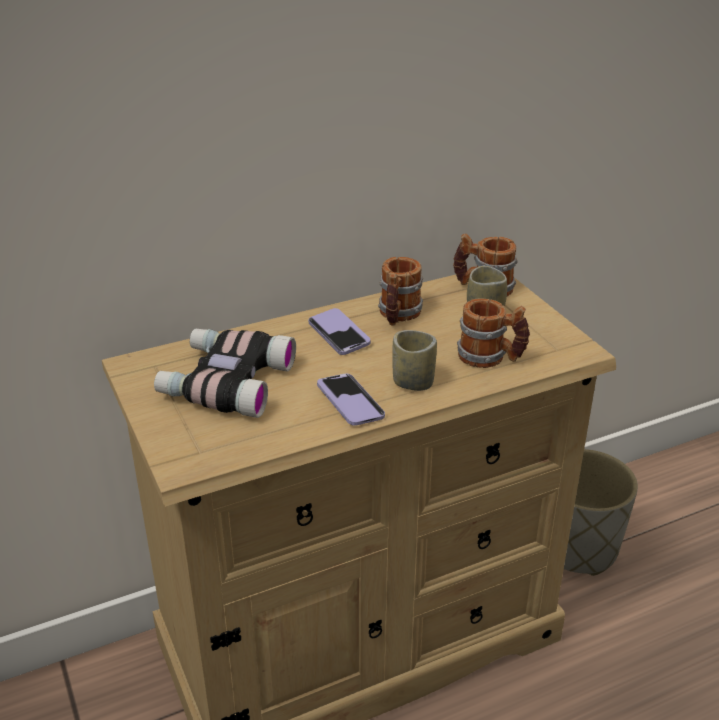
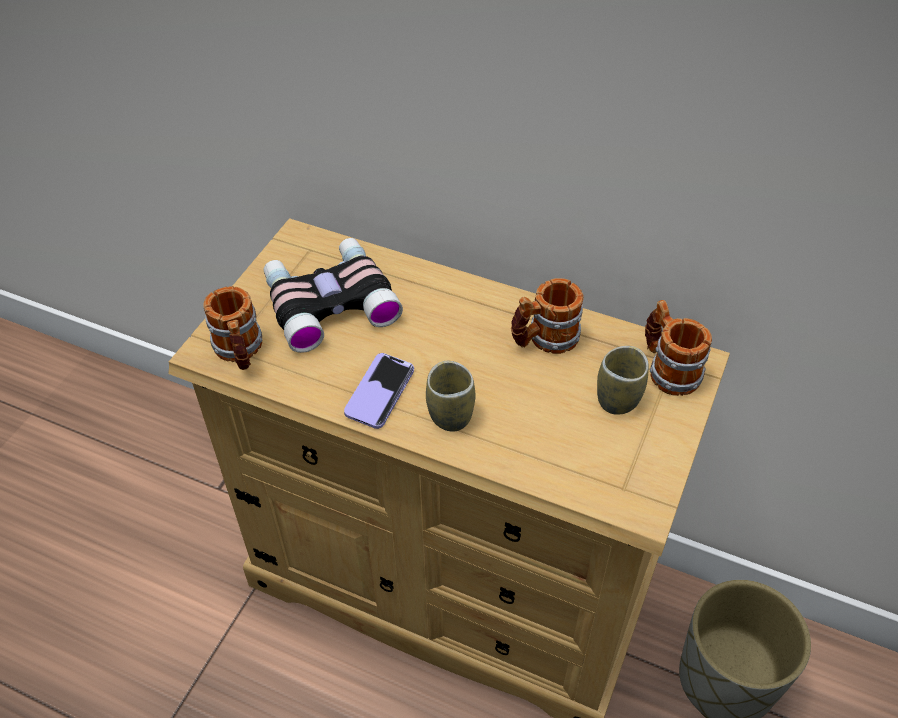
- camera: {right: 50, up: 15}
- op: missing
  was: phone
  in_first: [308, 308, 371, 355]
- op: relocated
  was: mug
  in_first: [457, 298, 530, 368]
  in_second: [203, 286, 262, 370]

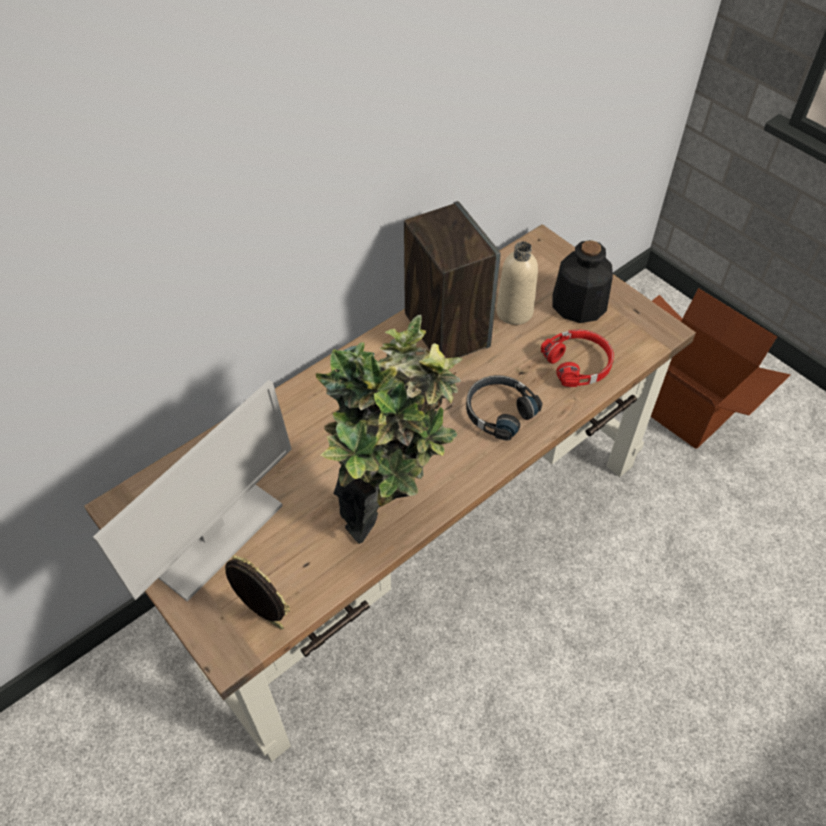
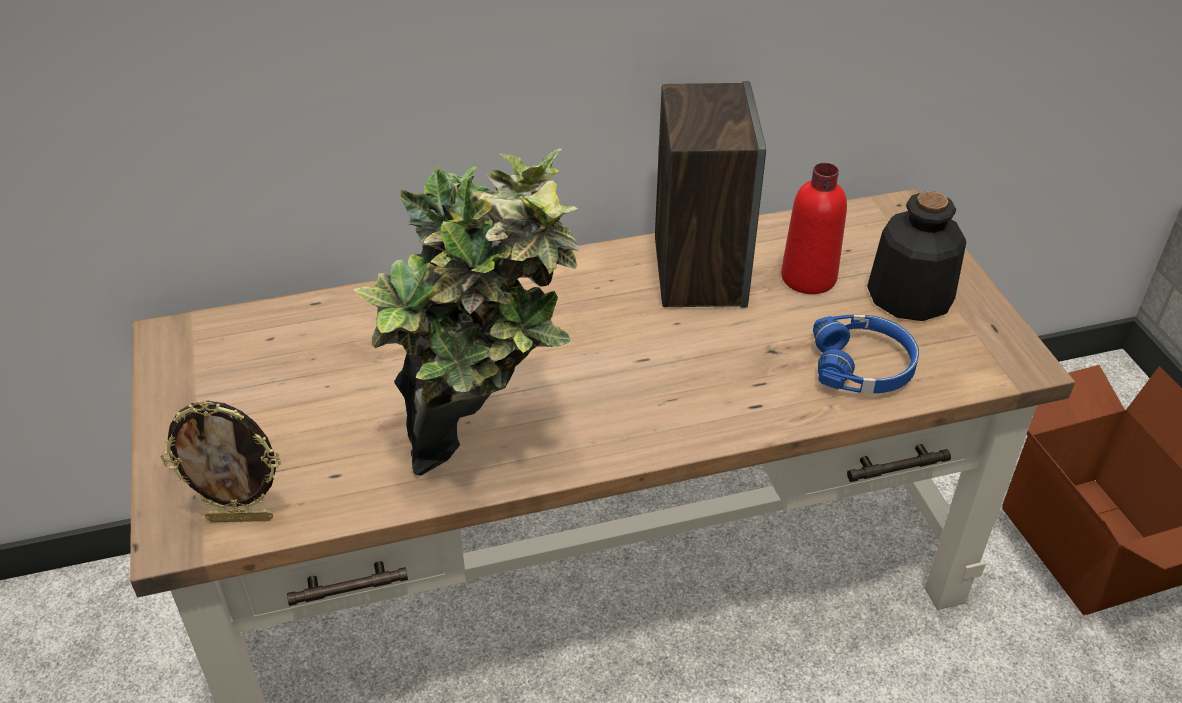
- camera: {right: 25, up: -10}
- op: missing
  was: monitor
  in_first: [93, 380, 292, 601]
- op: spun
  was: picture frame
  in_first: [225, 555, 290, 630]
  in_second: [161, 400, 281, 522]
  clockwise: 120
- op: missing
  was: black headphones
  in_first: [466, 375, 542, 441]
- op: colour
  was: beige bottle
  now: red bottle
  in_first: [496, 241, 538, 325]
  in_second: [781, 163, 847, 294]
- op: colour
  was: red headphones
  now: blue headphones
  in_first: [541, 329, 614, 387]
  in_second: [813, 315, 919, 393]

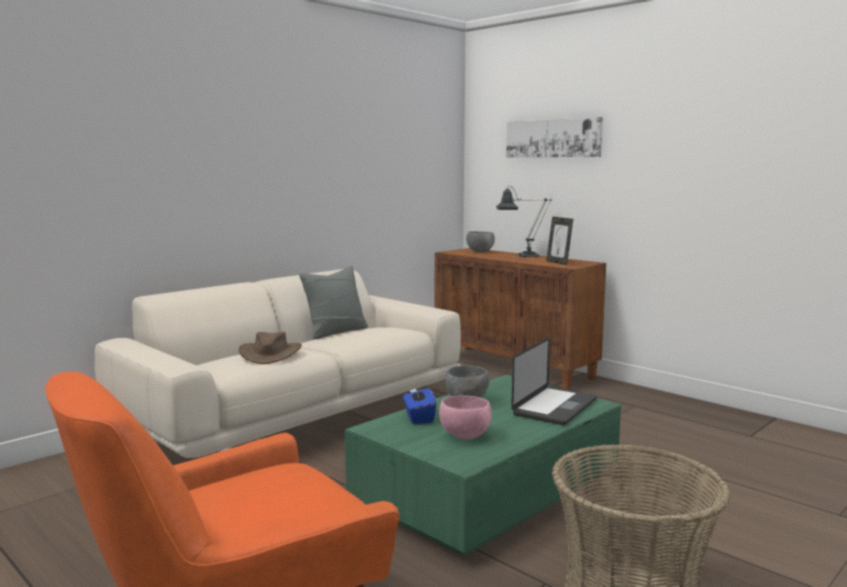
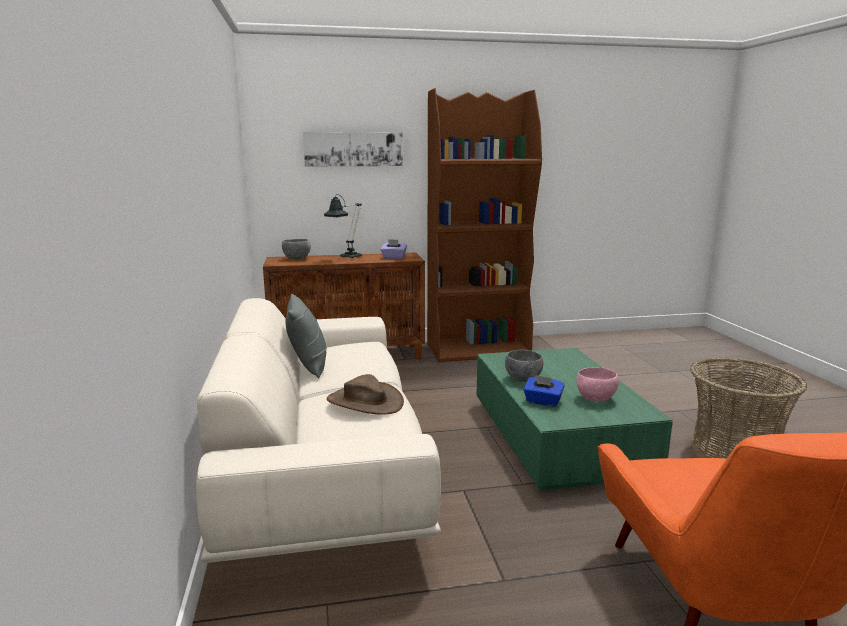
- camera: {right: -55, up: 5}
- op: missing
  was: laptop
  in_first: [511, 337, 597, 425]
- op: exchanged
  was: picture frame
  now: purple tissue box
  in_first: [546, 217, 573, 265]
  in_second: [381, 239, 407, 259]
- op: appeared
  now: brown bookcase
  in_second: [427, 88, 542, 362]

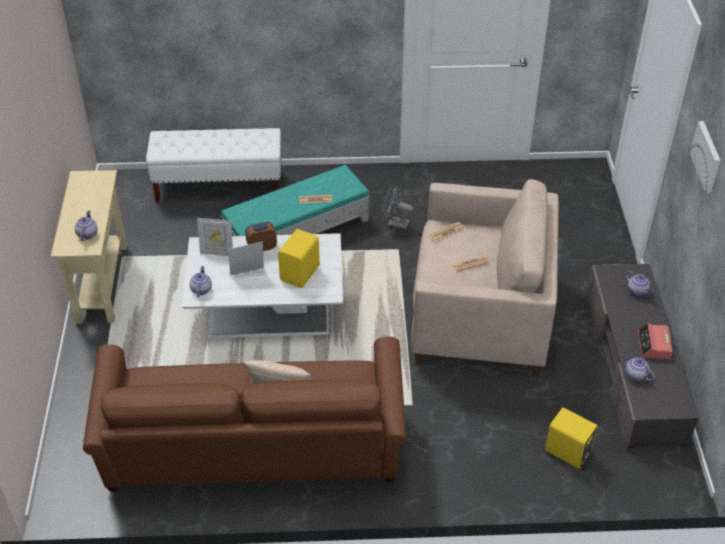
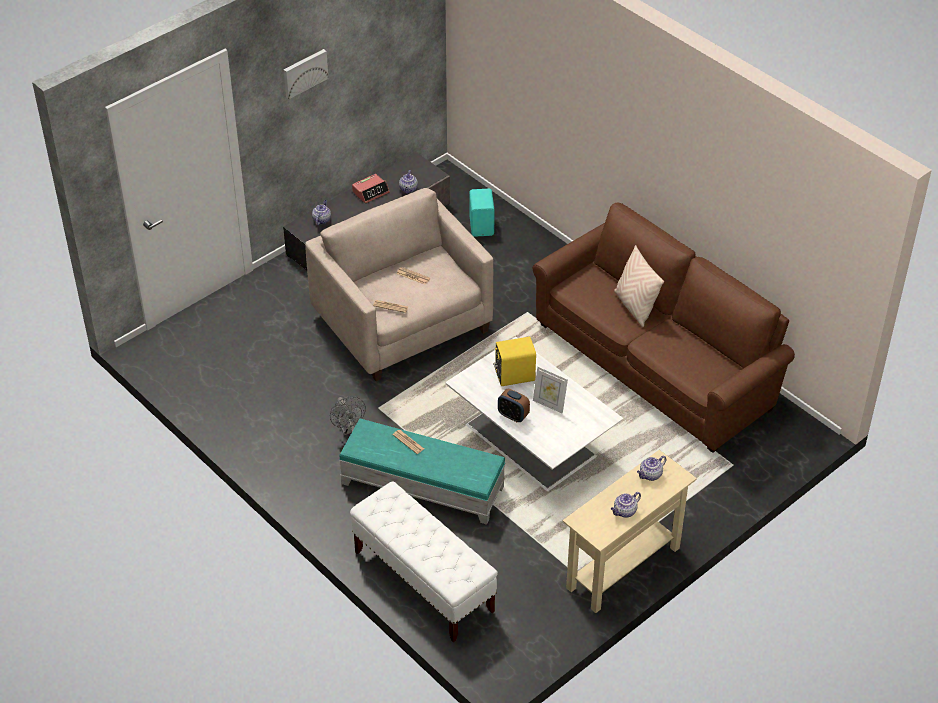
- camera: {right: -130, up: 0}
- op: relocated
  was: teapot
  in_first: [189, 266, 212, 298]
  in_second: [611, 492, 641, 518]
- op: missing
  was: picture frame
  in_first: [197, 218, 233, 256]
- op: colour
  was: yellow speaker
  now: turquoise speaker
  in_first: [545, 407, 598, 469]
  in_second: [469, 189, 495, 237]

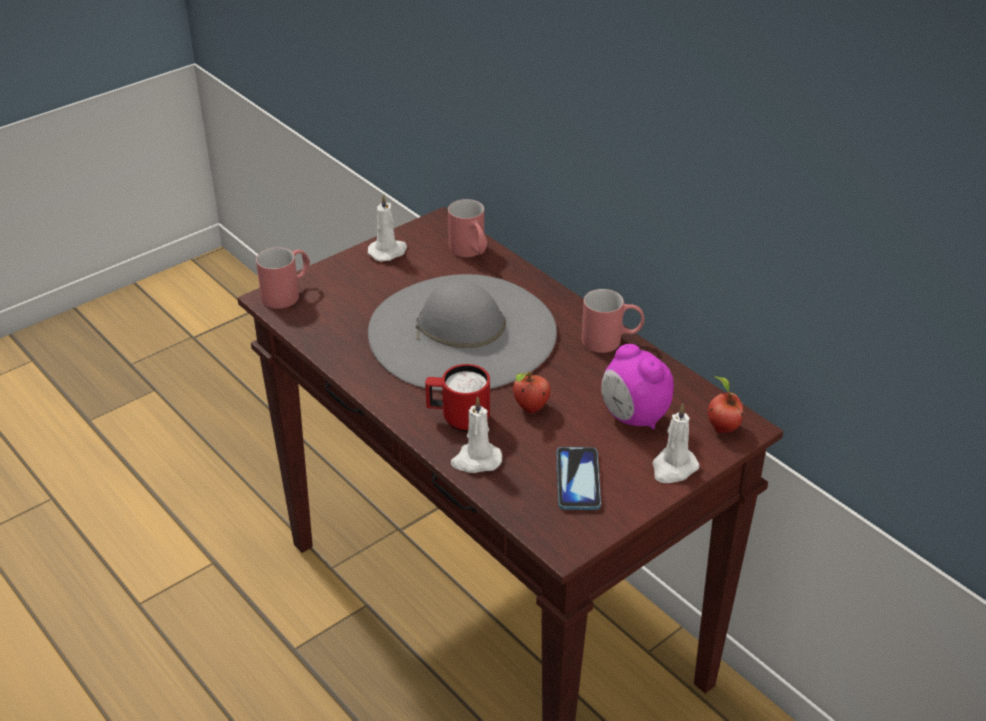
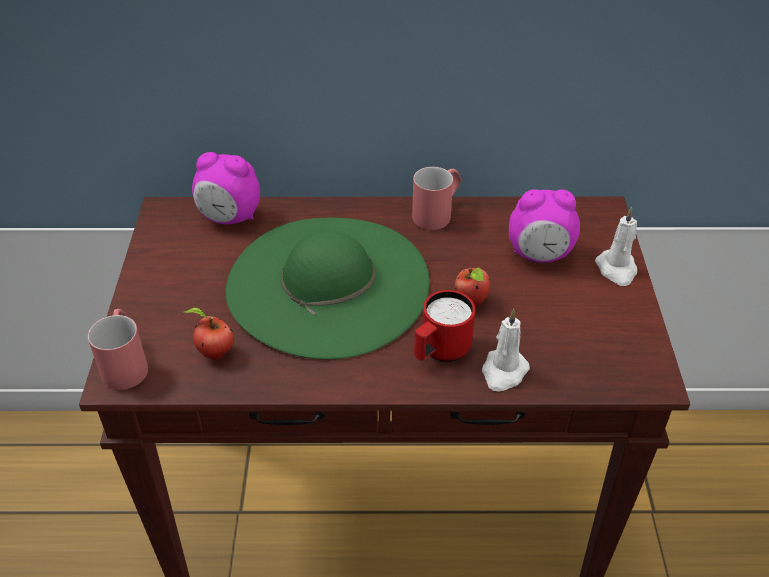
- camera: {right: -50, up: 5}
- op: missing
  was: white candle
  in_first: [368, 194, 407, 261]
- op: colour
  was: grey hat
  now: green hat
  in_first: [368, 274, 557, 391]
  in_second: [226, 218, 430, 360]
- op: exchanged
  was: red mug
  now: alarm clock
  in_first: [448, 199, 488, 257]
  in_second: [192, 152, 260, 224]
- op: missing
  was: phone
  in_first: [557, 447, 601, 510]
- op: relocated
  was: apple
  in_first: [708, 376, 743, 433]
  in_second: [184, 308, 234, 360]

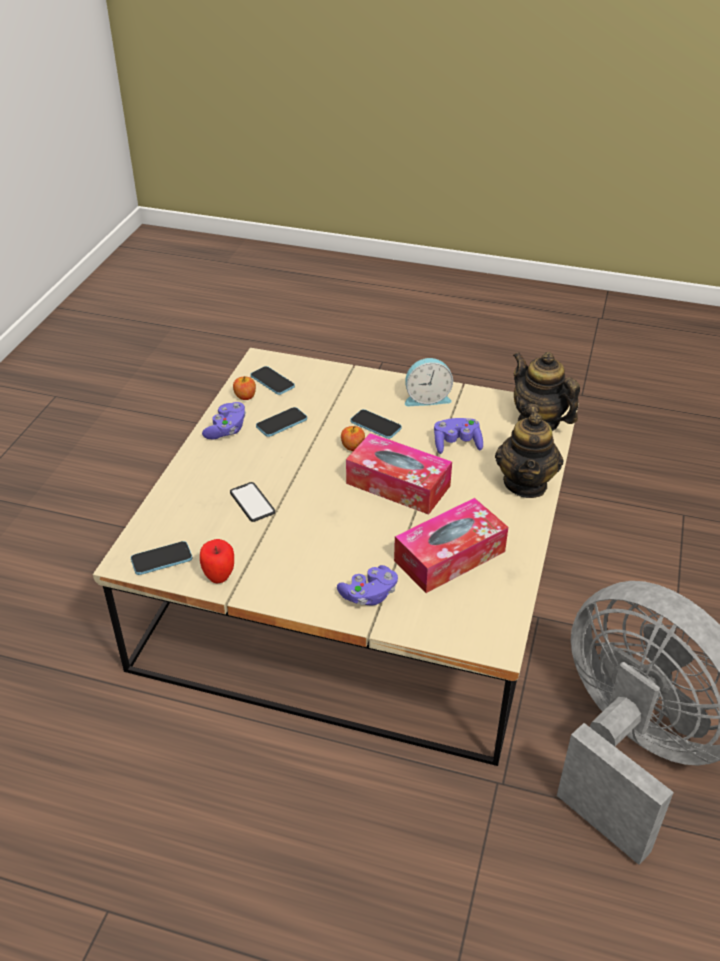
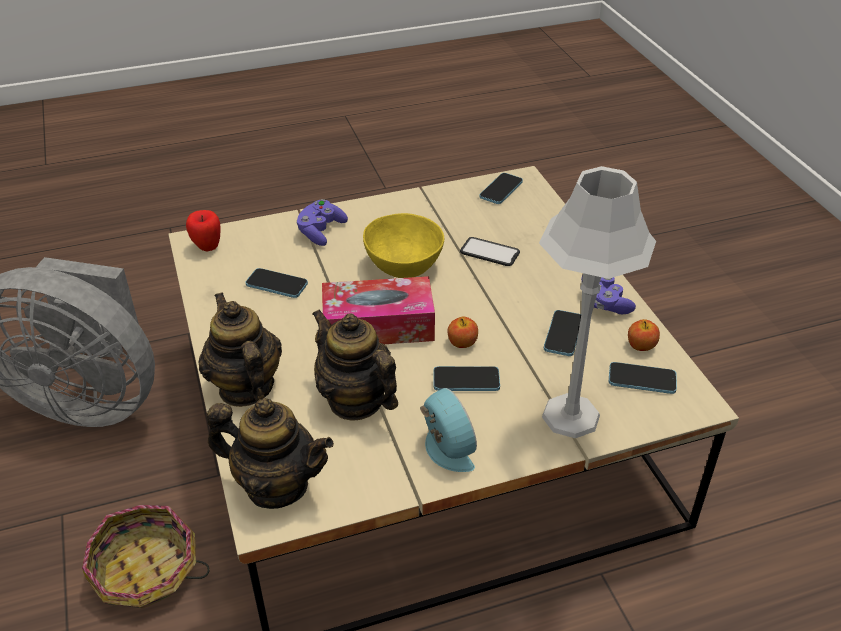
- camera: {right: 145, up: 0}
- op: relocated
  was: apple
  in_first: [200, 539, 234, 584]
  in_second: [186, 210, 220, 252]
- op: exchanged
  was: tissue box
  now: phone
  in_first: [394, 498, 508, 593]
  in_second: [245, 268, 308, 298]
- op: spun
  was: alarm clock
  in_first: [405, 358, 453, 406]
  in_second: [420, 388, 477, 472]
  clockwise: 105
- op: exchanged
  was: purple game controller
  now: teapot
  in_first: [434, 418, 483, 454]
  in_second: [312, 309, 398, 420]
- op: appeared
  now: basket
  in_second: [82, 505, 210, 608]
- op: appeared
  now: yellow bowl
  in_second: [363, 213, 444, 278]
- op: appeared
  now: grey table lamp
  in_second: [539, 166, 656, 438]

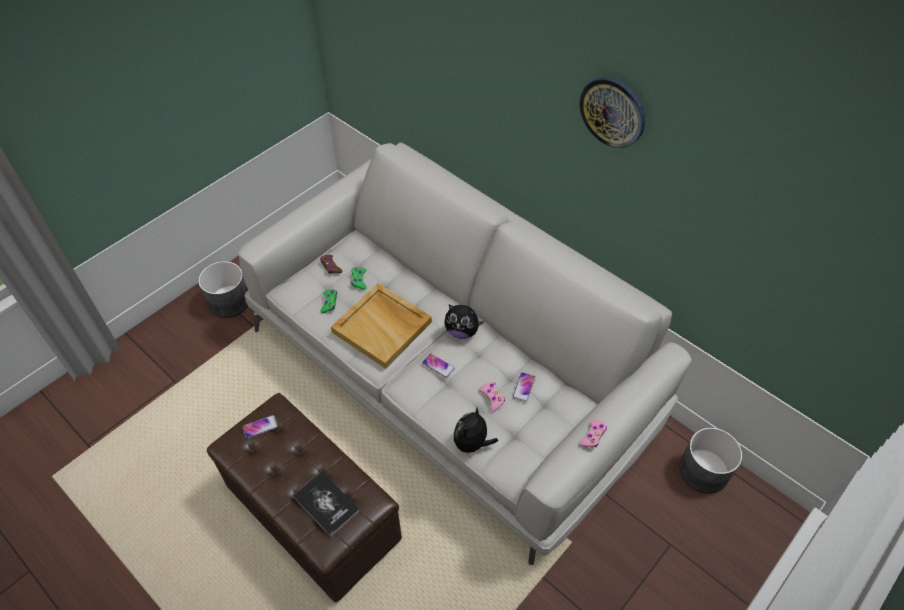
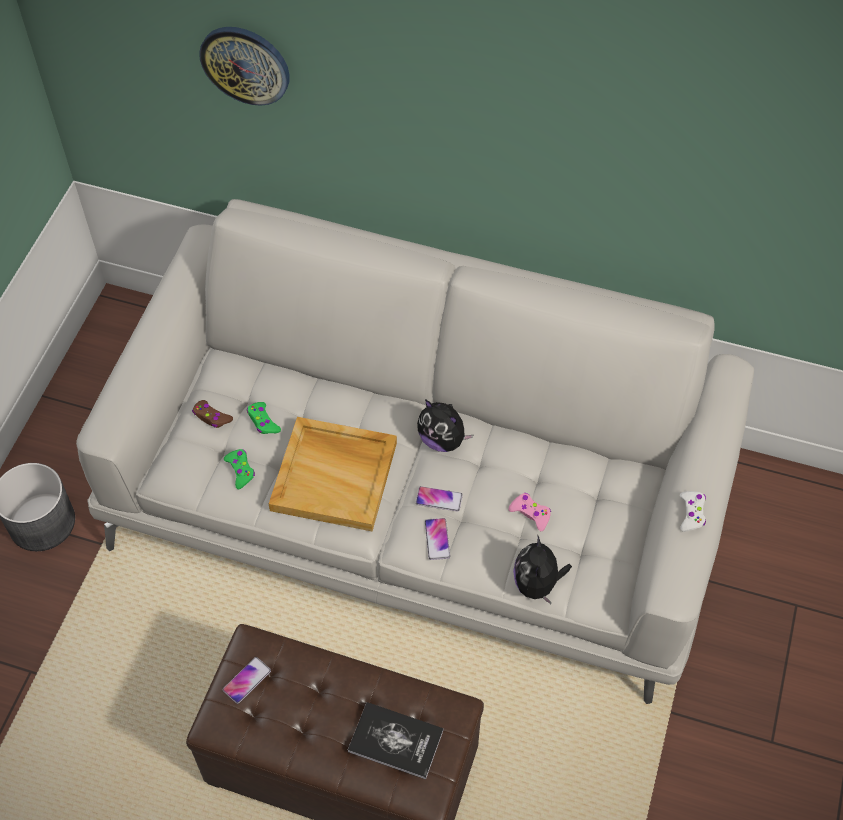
- camera: {right: -25, up: 5}
- op: spun
  was: plush toy
  in_first: [444, 304, 484, 339]
  in_second: [417, 399, 473, 452]
  clockwise: 45
- op: relocated
  was: phone
  in_first: [513, 372, 535, 402]
  in_second: [425, 518, 450, 560]
- op: relocated
  was: wall clock
  in_first: [579, 77, 645, 148]
  in_second: [199, 27, 290, 106]
- op: colour
  was: pink game controller
  now: white game controller
  in_first: [579, 420, 607, 448]
  in_second: [680, 491, 706, 532]
- op: missing
  was: grey planter
  in_first: [679, 427, 742, 494]

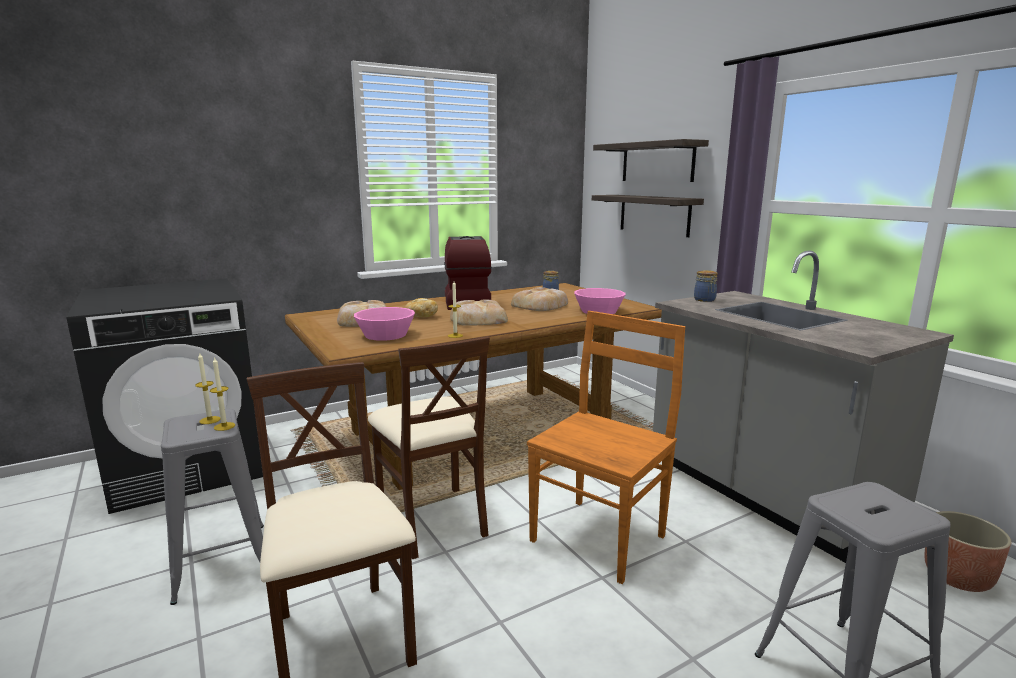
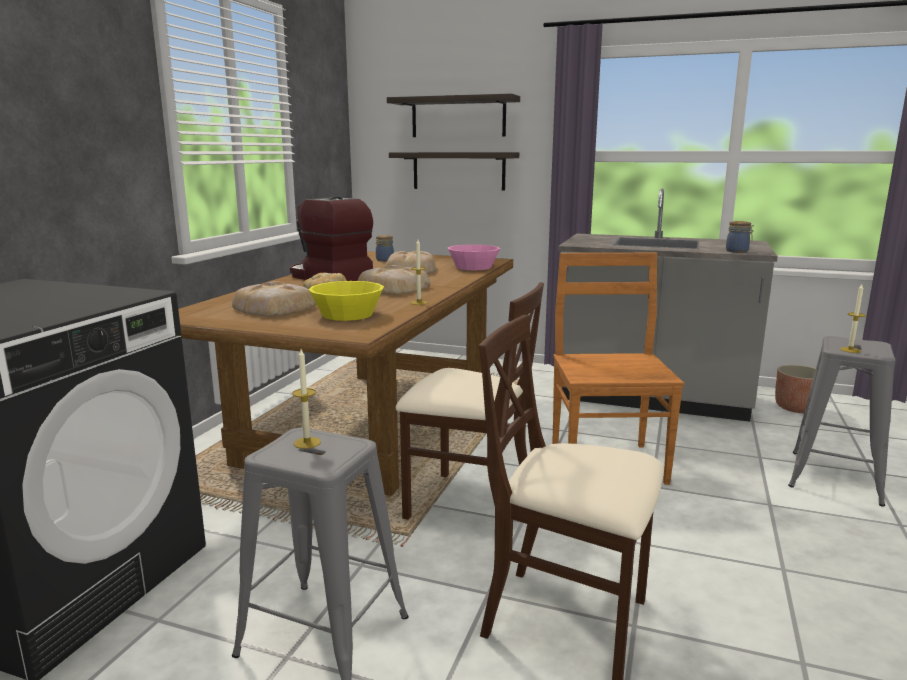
- camera: {right: -40, up: 0}
- op: relocated
  was: candle
  in_first: [210, 357, 235, 431]
  in_second: [840, 284, 866, 353]
- op: colour
  was: pink bowl
  now: yellow bowl
  in_first: [354, 307, 415, 341]
  in_second: [308, 281, 384, 321]
- op: relocated
  was: jar
  in_first: [694, 270, 718, 302]
  in_second: [726, 221, 754, 253]

